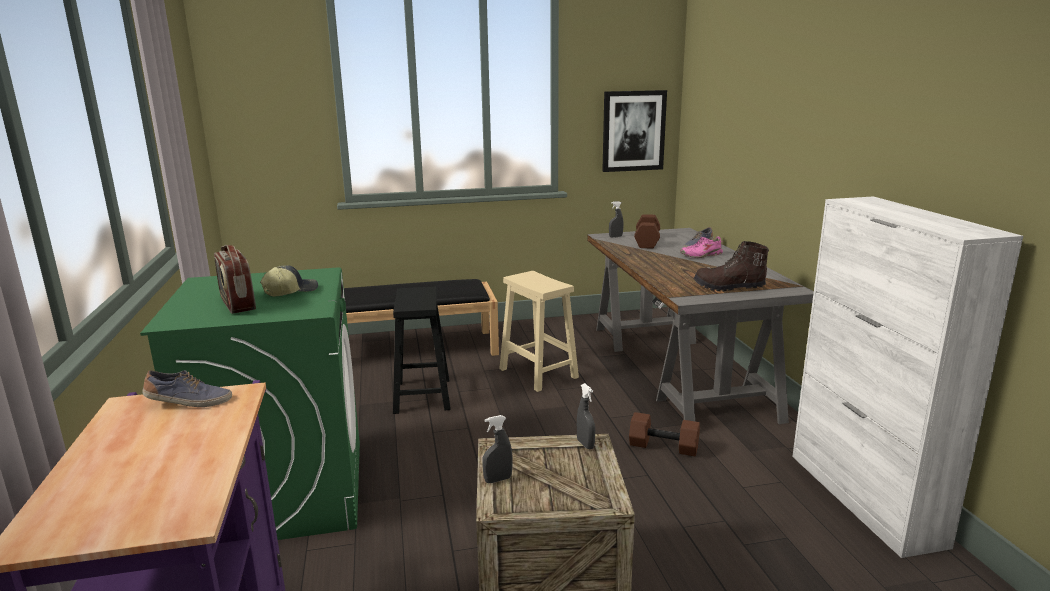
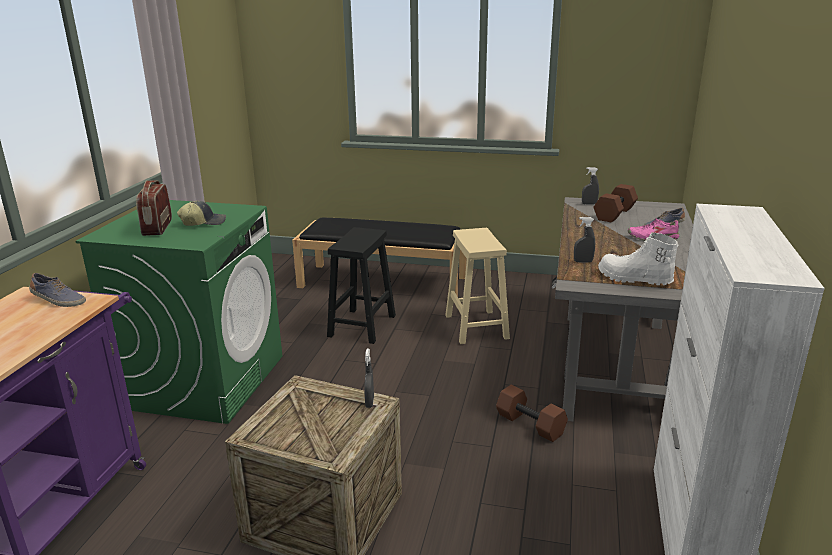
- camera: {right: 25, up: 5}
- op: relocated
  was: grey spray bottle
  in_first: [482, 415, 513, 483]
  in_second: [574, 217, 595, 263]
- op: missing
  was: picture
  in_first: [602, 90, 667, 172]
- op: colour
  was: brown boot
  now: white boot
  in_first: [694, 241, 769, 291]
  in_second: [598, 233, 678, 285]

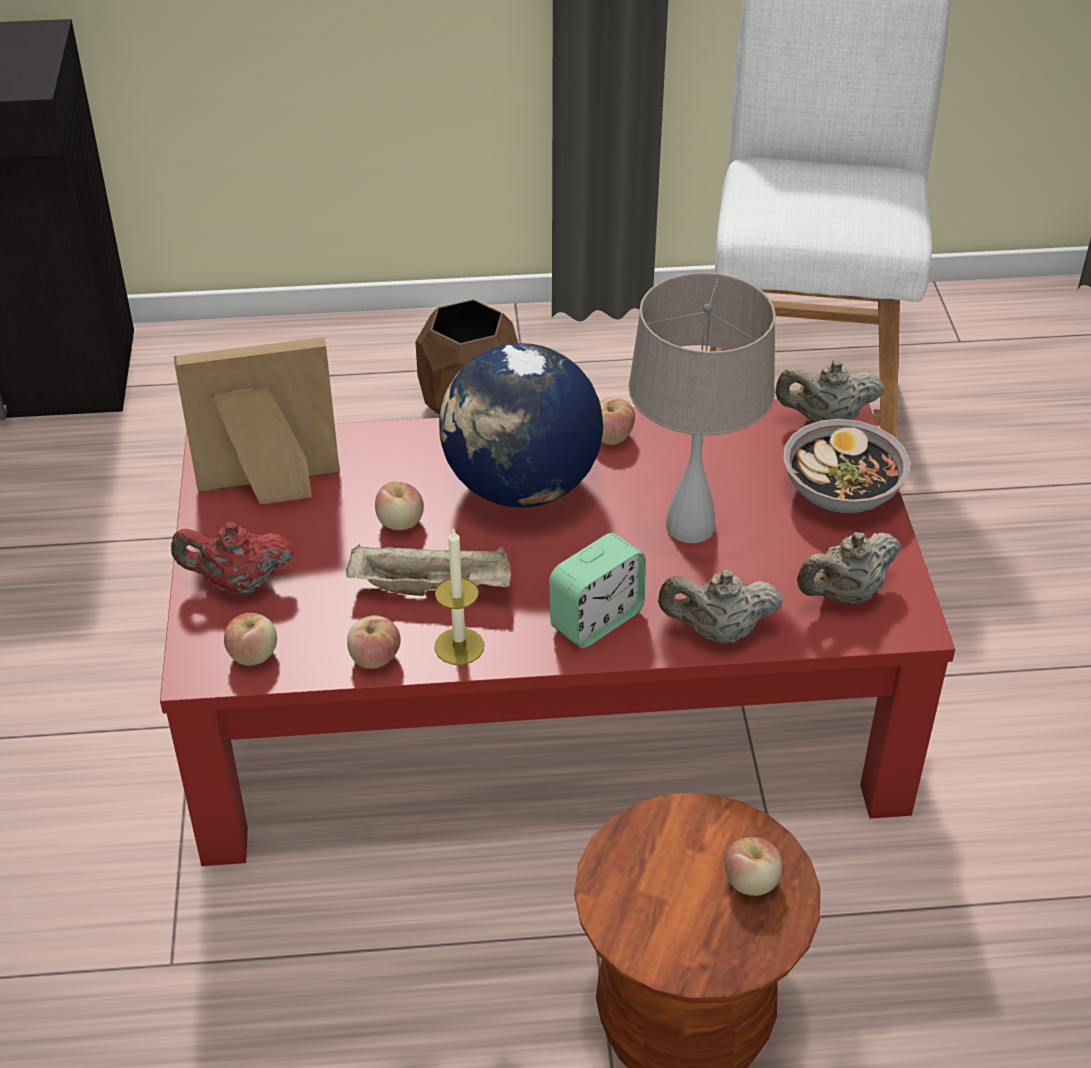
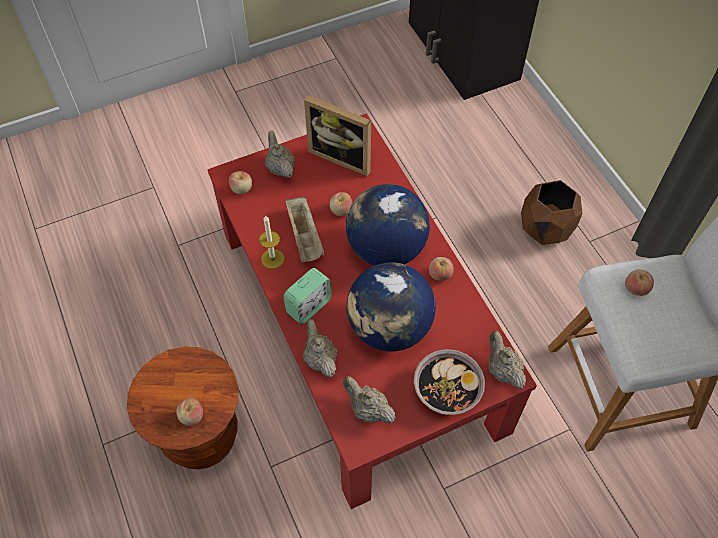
- camera: {right: 70, up: 15}
- op: colour
  was: red teapot
  now: beige teapot
  in_first: [171, 522, 294, 594]
  in_second: [265, 131, 295, 178]
- op: spun
  was: picture frame
  in_first: [174, 337, 340, 505]
  in_second: [304, 95, 371, 176]
  clockwise: 150
- op: relocated
  was: apple
  in_first: [347, 615, 401, 669]
  in_second: [625, 269, 654, 296]
- op: spun
  was: alarm clock
  in_first: [549, 533, 646, 648]
  in_second: [283, 268, 332, 325]
  clockwise: -75
- op: exchanged
  was: beige table lamp
  now: globe
  in_first: [628, 272, 776, 543]
  in_second: [347, 262, 436, 352]

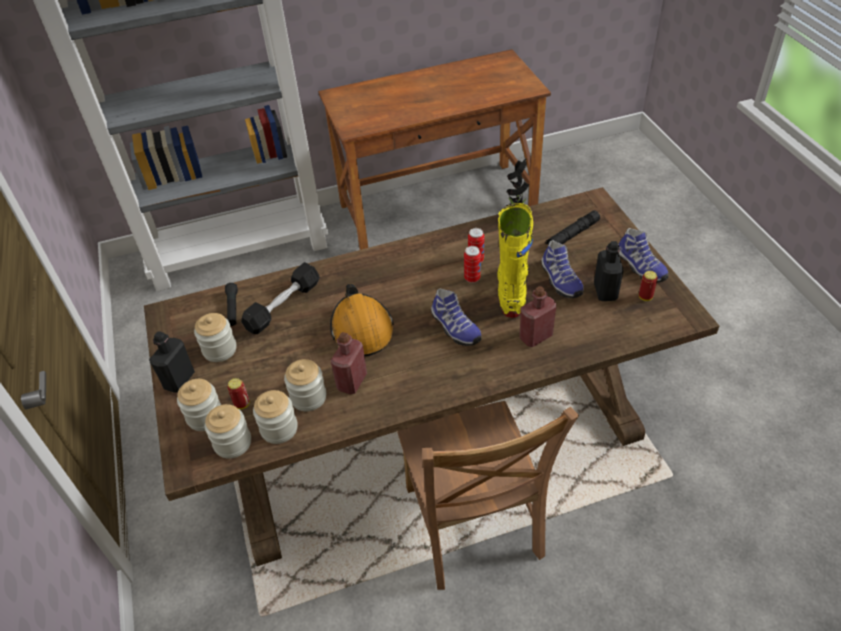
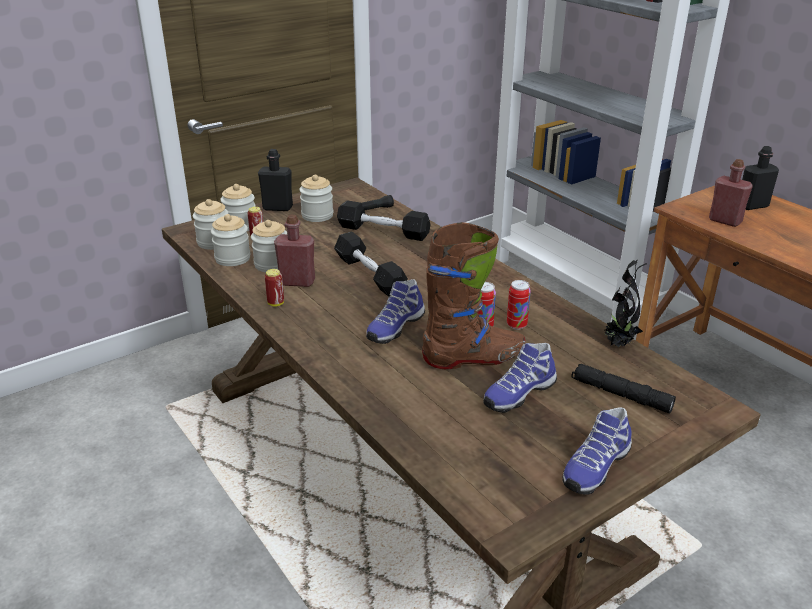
- camera: {right: 70, up: -15}
- op: exchanged
  was: orange hard hat
  now: black dumbbell
  in_first: [330, 283, 394, 356]
  in_second: [334, 232, 408, 297]
- op: missing
  was: brown chair
  in_first: [397, 401, 579, 590]
- op: colour
  was: yellow boot
  now: brown boot
  in_first: [498, 203, 533, 318]
  in_second: [422, 222, 525, 369]
- op: relocated
  was: red bottle
  in_first: [519, 286, 557, 347]
  in_second: [709, 159, 753, 227]
- op: relocated
  was: black bottle
  in_first: [594, 241, 624, 301]
  in_second: [742, 146, 779, 210]
- op: relocated
  was: can
  in_first: [639, 271, 658, 301]
  in_second: [265, 269, 284, 307]

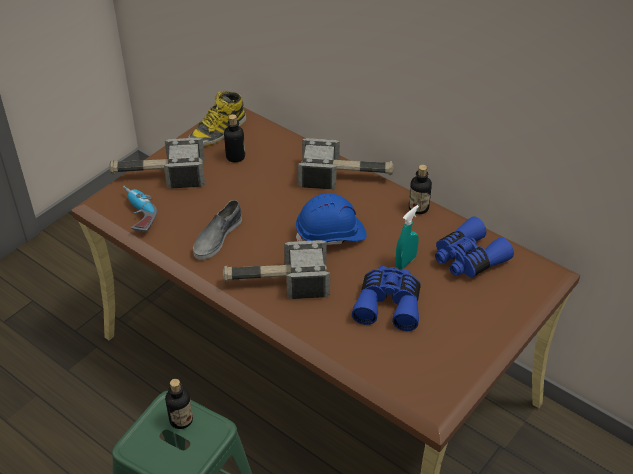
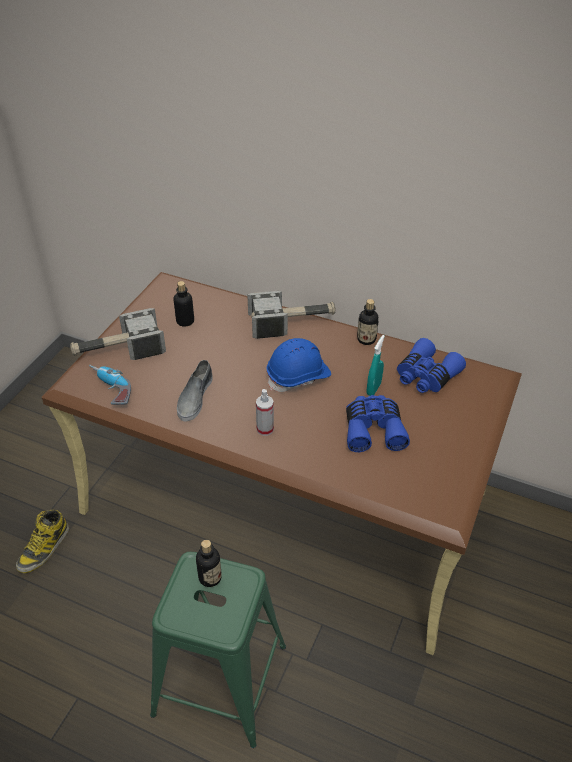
- camera: {right: -15, up: 0}
- op: relocated
  was: boot
  in_first: [188, 91, 246, 147]
  in_second: [16, 510, 69, 573]
- op: exchanged
  was: hammer
  now: spray bottle
  in_first: [223, 240, 330, 299]
  in_second: [256, 389, 274, 436]

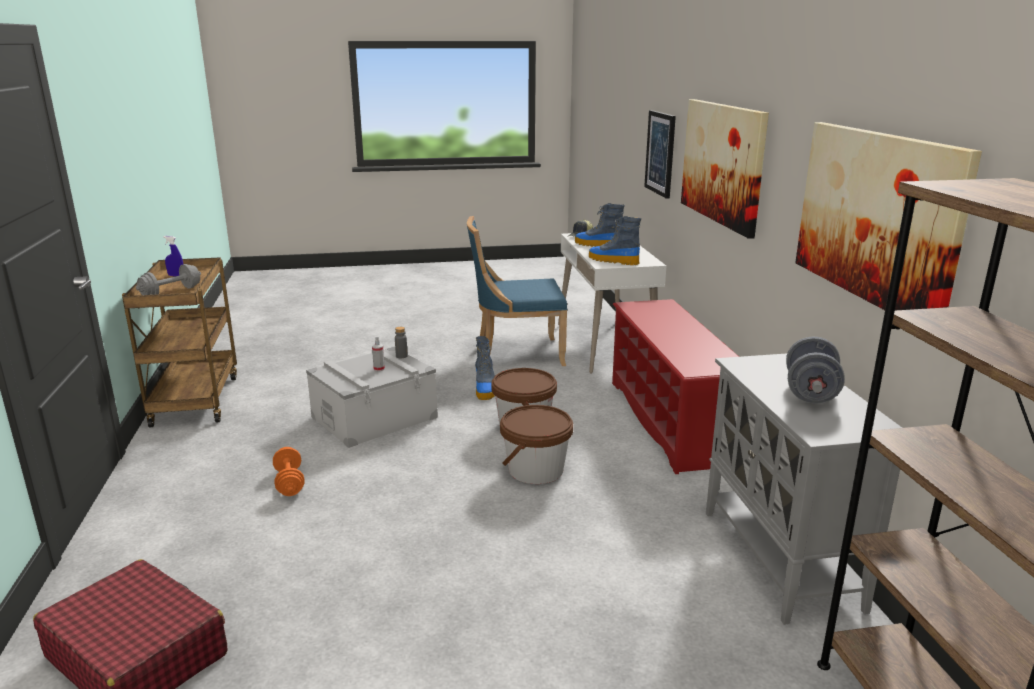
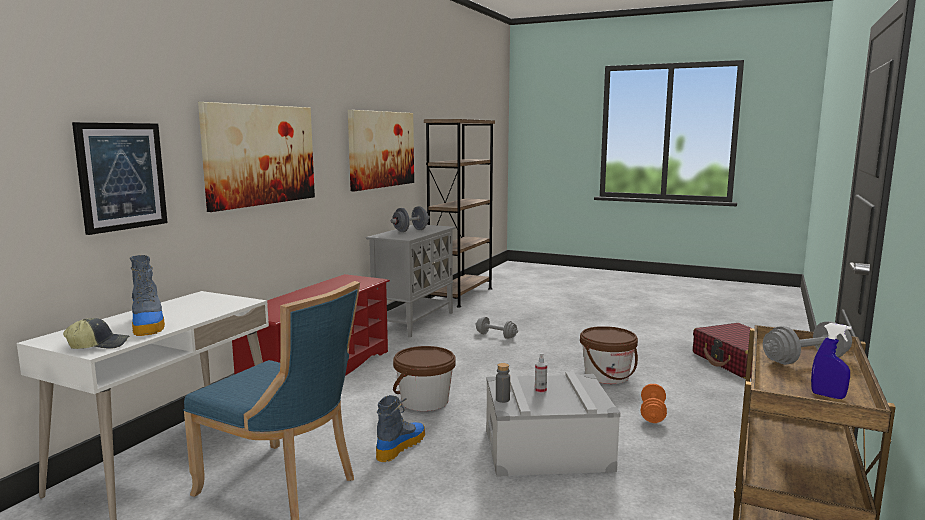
- camera: {right: -145, up: -10}
- op: relocated
  was: brown bucket
  in_first: [500, 405, 573, 484]
  in_second: [580, 326, 638, 384]
- op: missing
  was: boot
  in_first: [589, 216, 641, 265]
- op: appeared
  now: grey dumbbell
  in_second: [475, 317, 518, 339]

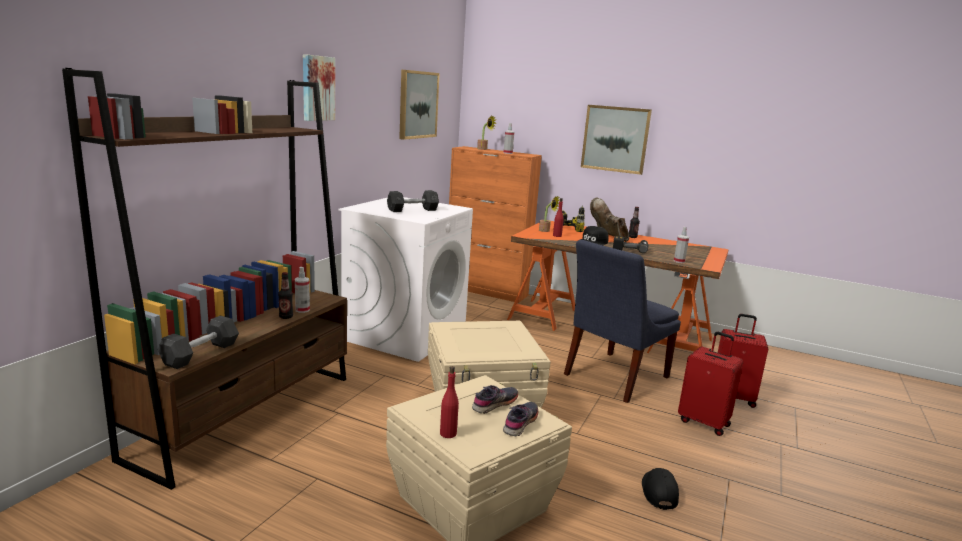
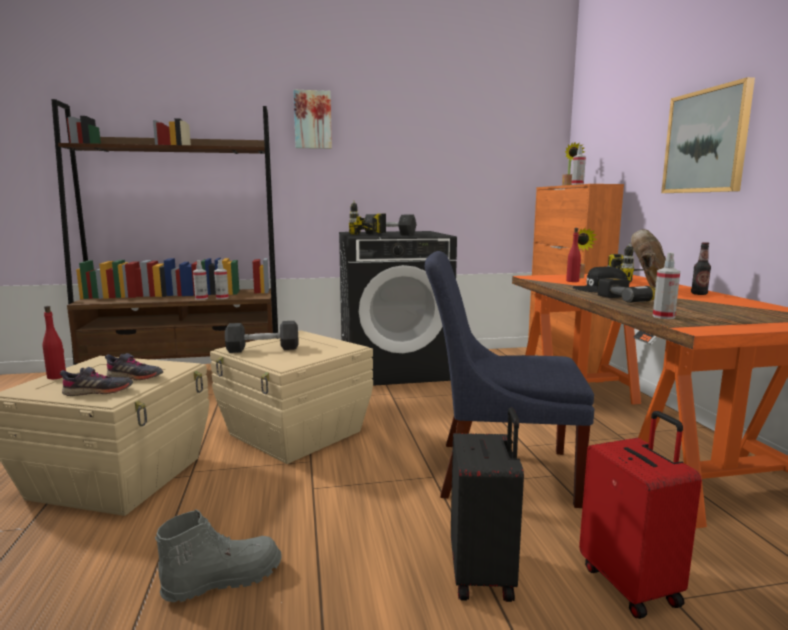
- camera: {right: 55, up: -5}
- op: relocated
  was: grey dumbbell
  in_first: [158, 316, 239, 369]
  in_second: [225, 321, 299, 353]
- op: exchanged
  was: bottle
  now: spray bottle
  in_first: [278, 272, 293, 319]
  in_second: [193, 260, 208, 300]
- op: colour
  was: white washing machine
  now: black washing machine
  in_first: [339, 197, 473, 362]
  in_second: [339, 231, 457, 386]
- op: missing
  was: picture
  in_first: [399, 70, 440, 140]
- op: exchanged
  was: black cap
  now: grey boot
  in_first: [642, 468, 679, 510]
  in_second: [155, 509, 281, 602]
- op: colour
  was: red suitcase
  now: black suitcase
  in_first: [678, 332, 743, 436]
  in_second: [451, 407, 524, 602]
- op: appeared
  now: power drill
  in_second: [349, 200, 386, 235]

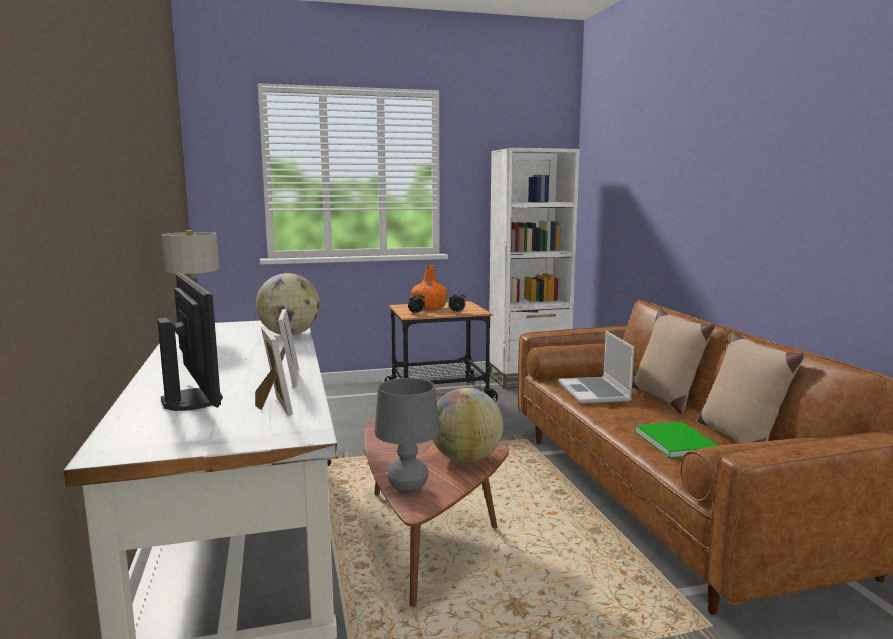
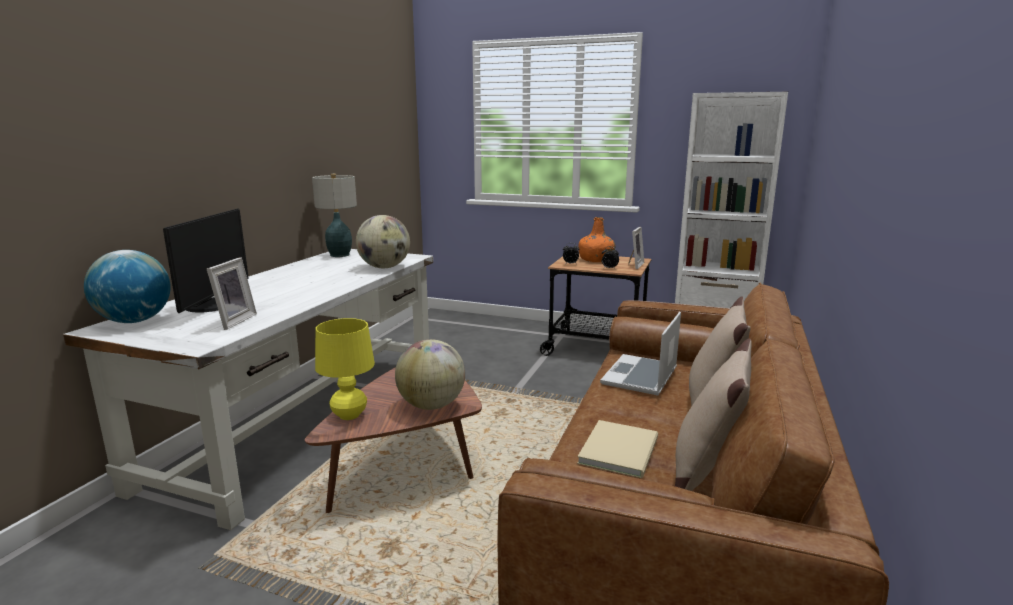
- camera: {right: 35, up: 5}
- op: relocated
  was: picture frame
  in_first: [278, 309, 300, 388]
  in_second: [628, 227, 644, 269]
- op: colour
  was: grey table lamp
  now: yellow table lamp
  in_first: [375, 378, 440, 495]
  in_second: [315, 318, 375, 420]
- op: colour
  was: green book
  now: beige book
  in_first: [635, 422, 719, 458]
  in_second: [577, 420, 658, 478]
- op: appeared
  now: globe
  in_second: [84, 250, 171, 323]

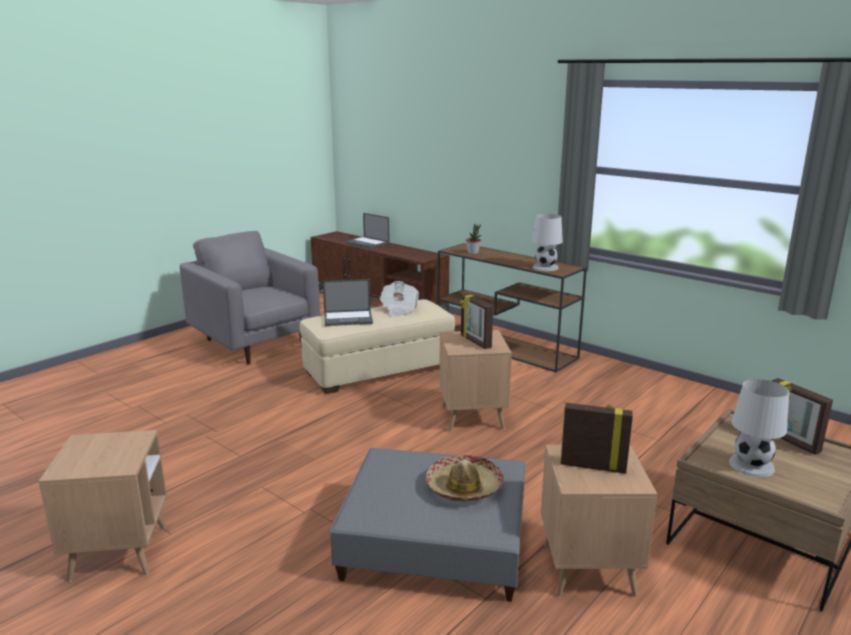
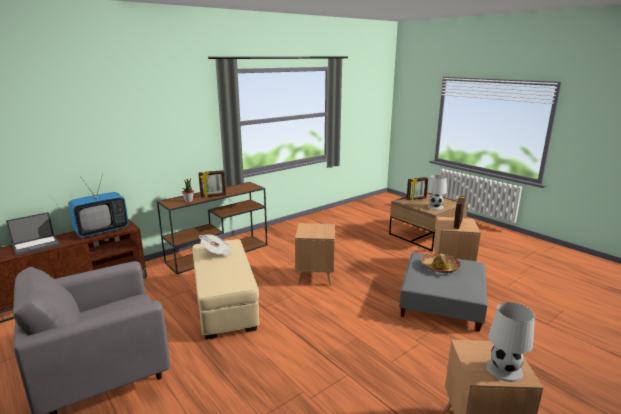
- camera: {right: -80, up: 0}
- op: missing
  was: laptop
  in_first: [323, 279, 373, 326]
- op: relocated
  was: picture frame
  in_first: [460, 293, 493, 349]
  in_second: [198, 170, 226, 198]
- op: relocated
  was: white table lamp
  in_first: [532, 214, 563, 271]
  in_second: [486, 302, 535, 382]
- op: appeared
  now: television
  in_second: [68, 174, 129, 237]

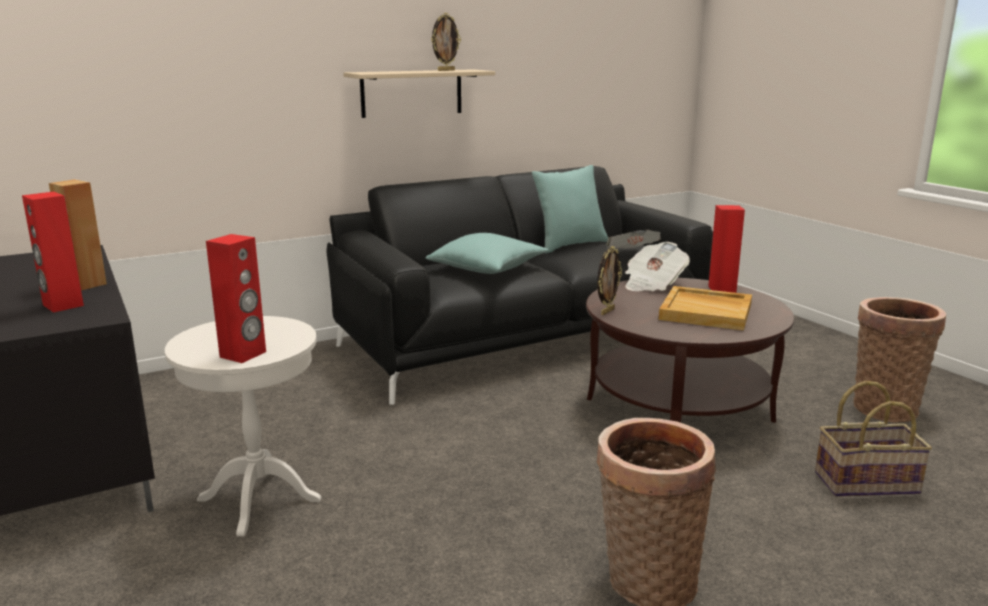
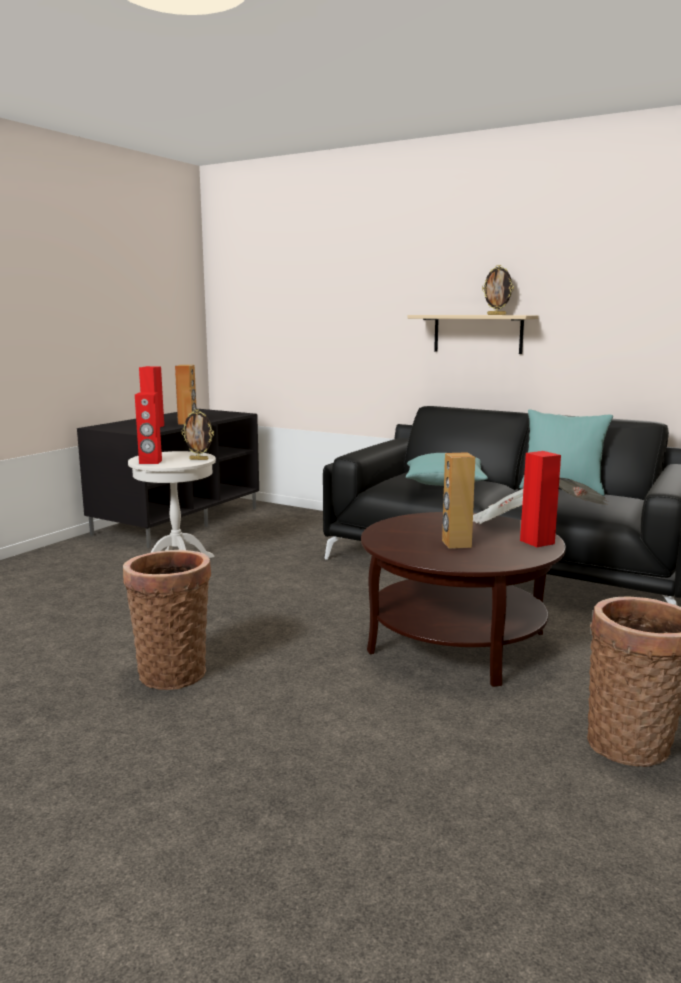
- camera: {right: 60, up: -5}
- op: relocated
  was: picture frame
  in_first: [597, 246, 622, 315]
  in_second: [181, 409, 214, 460]
- op: exchanged
  was: beige tray
  now: brown speaker
  in_first: [659, 286, 752, 331]
  in_second: [442, 452, 475, 549]
- op: missing
  was: basket
  in_first: [815, 381, 932, 497]

